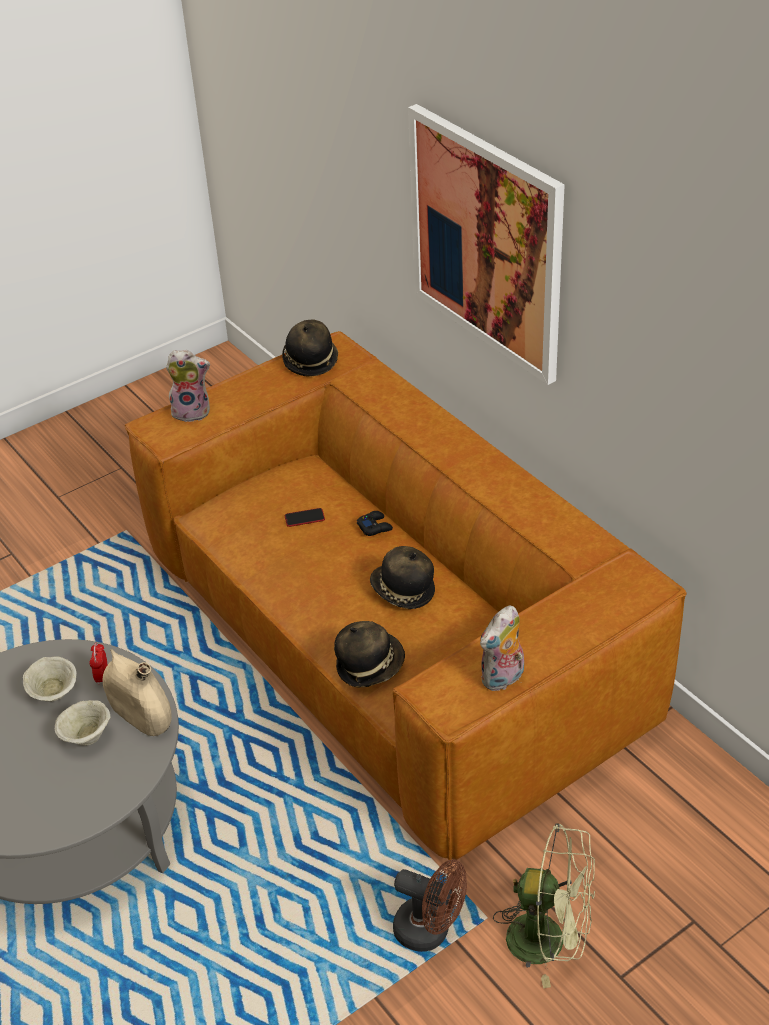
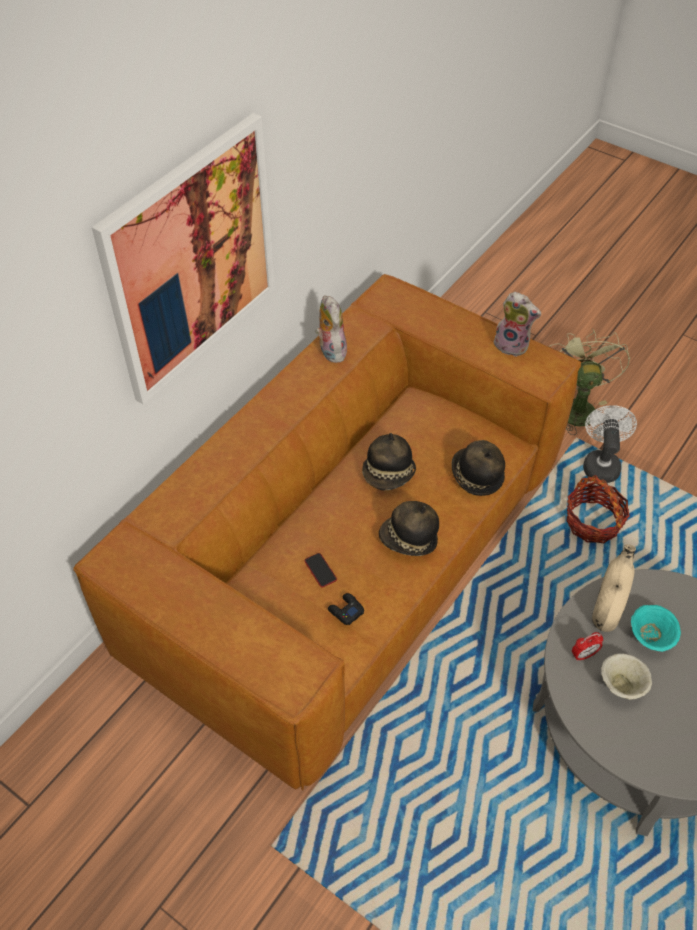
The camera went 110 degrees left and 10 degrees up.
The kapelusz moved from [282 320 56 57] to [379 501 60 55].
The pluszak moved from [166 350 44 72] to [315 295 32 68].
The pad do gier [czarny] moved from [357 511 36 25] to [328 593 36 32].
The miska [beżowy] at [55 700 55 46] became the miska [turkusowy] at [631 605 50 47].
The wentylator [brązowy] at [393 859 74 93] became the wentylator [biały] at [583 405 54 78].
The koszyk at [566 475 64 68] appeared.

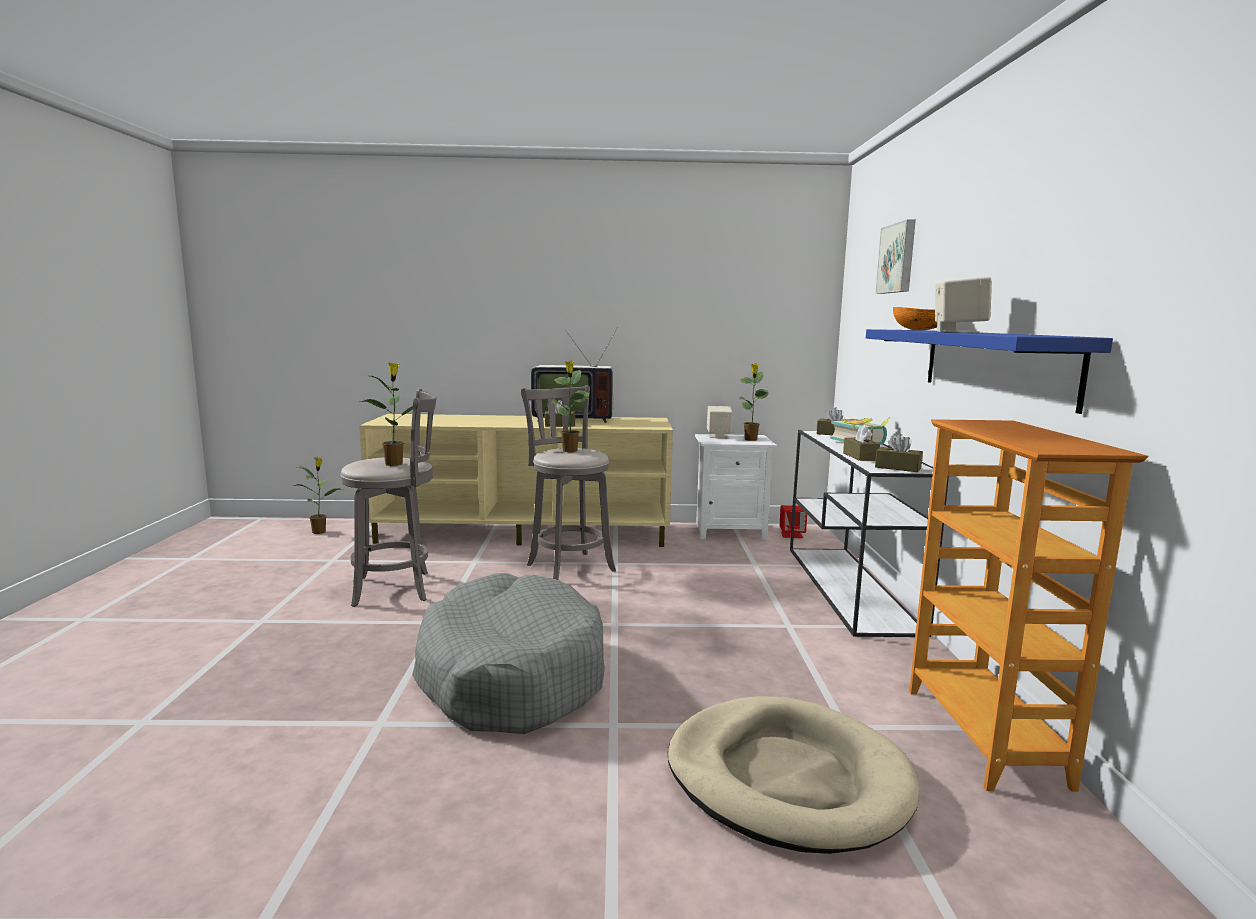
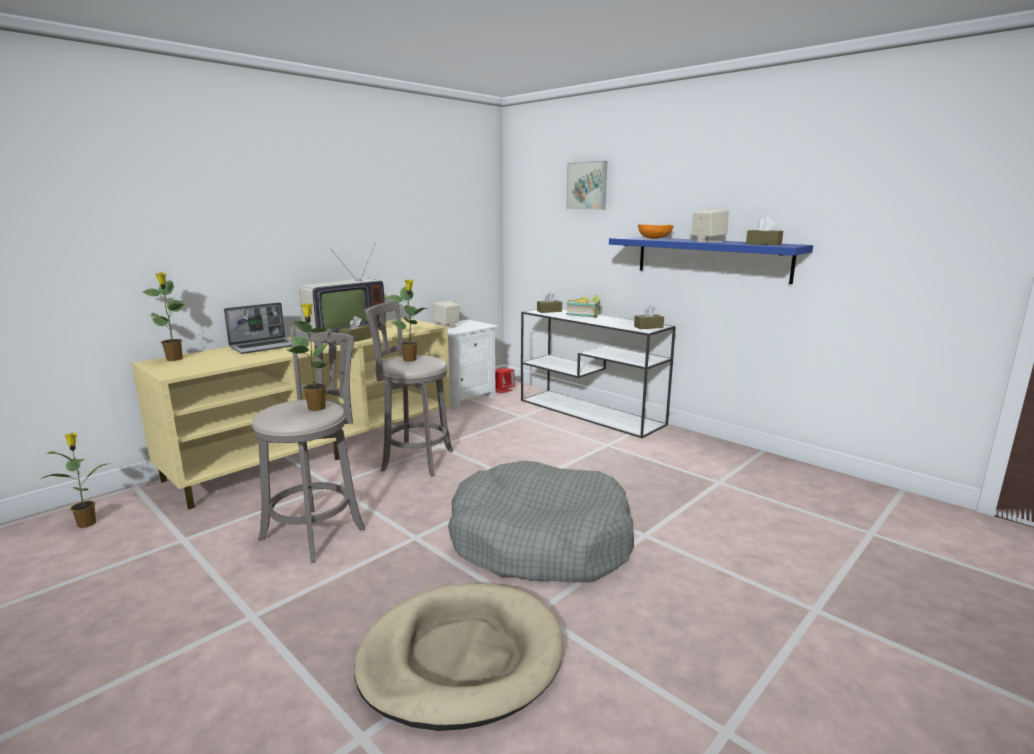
The camera went 45 degrees left and 5 degrees up.
The roślina doniczkowa moved from [739 364 30 77] to [143 272 42 89].
The regał at [909 419 239 373] disappeared.
The pudełko chusteczek [brązowy] moved from [843 425 37 36] to [746 217 37 28].
The legowisko [beżowy] moved from [668 696 251 158] to [354 584 209 147].
The laptop at [224 303 68 51] appeared.

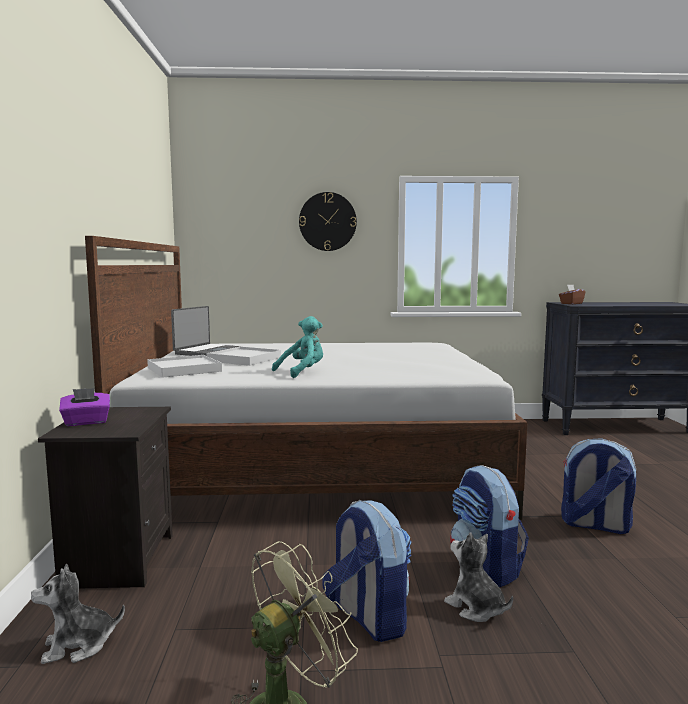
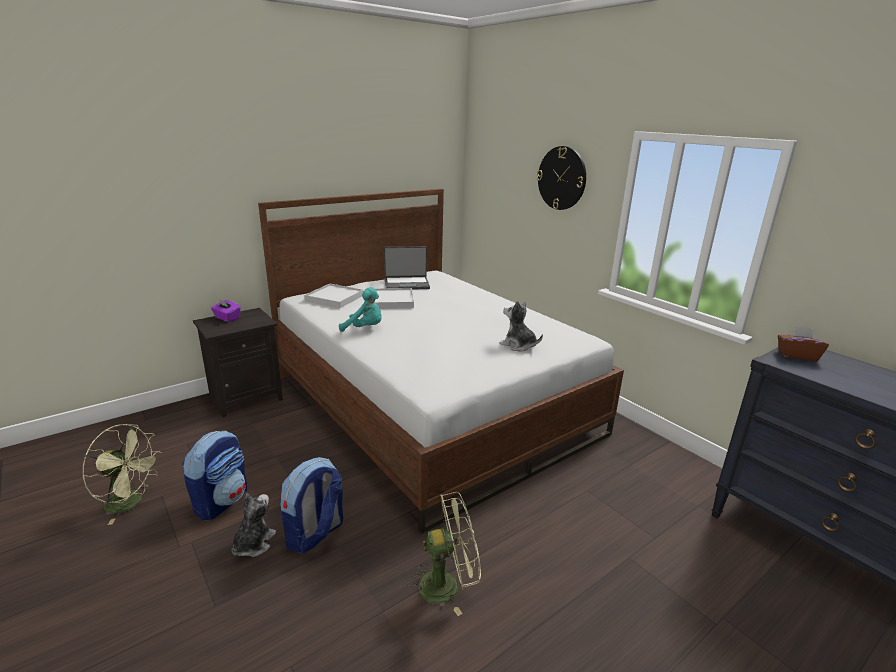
The camera went 55 degrees right and 15 degrees up.
The plecak at [561 438 76 96] was replaced by the wentylator [zielony] at [406 492 75 124].
The pluszak moved from [31 563 94 101] to [499 301 44 50].

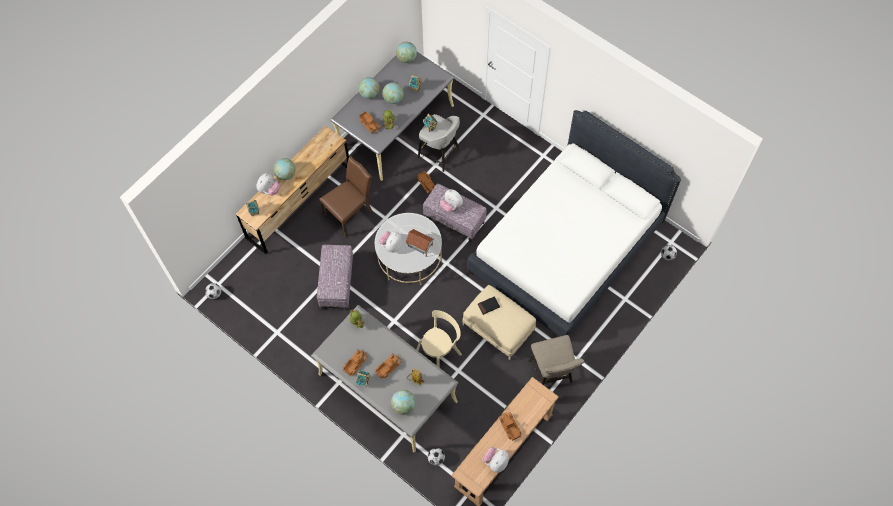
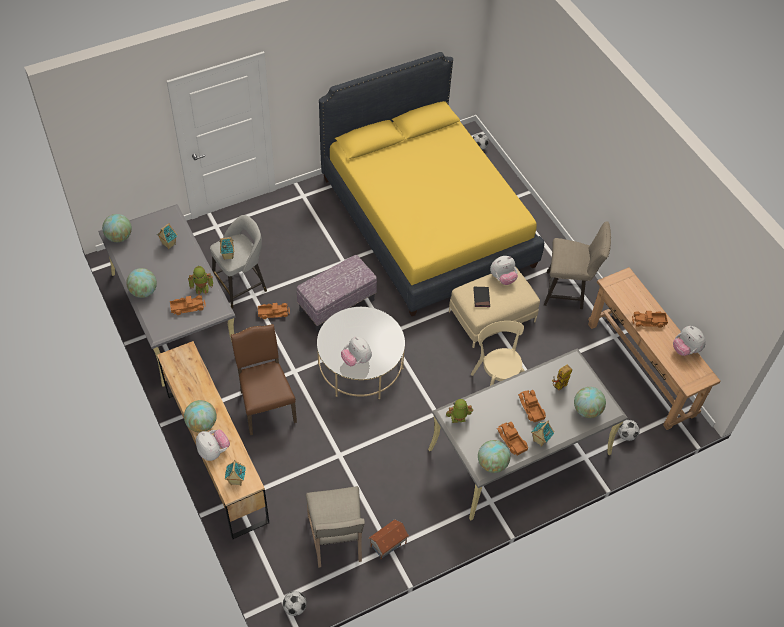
The camera went 70 degrees left and 10 degrees down.
The globus moved from [382 82 22 22] to [478 440 33 33].
The łóżko [biały] at [467 110 214 227] became the łóżko [żółty] at [319 52 225 264].
The pluszak moved from [440 189 23 23] to [490 256 28 29].
The domek moved from [405 229 29 28] to [369 519 40 40].
The pufa at [317 245 36 66] disappeared.
The krzesło [beżowy] at [306 486 59 82] appeared.

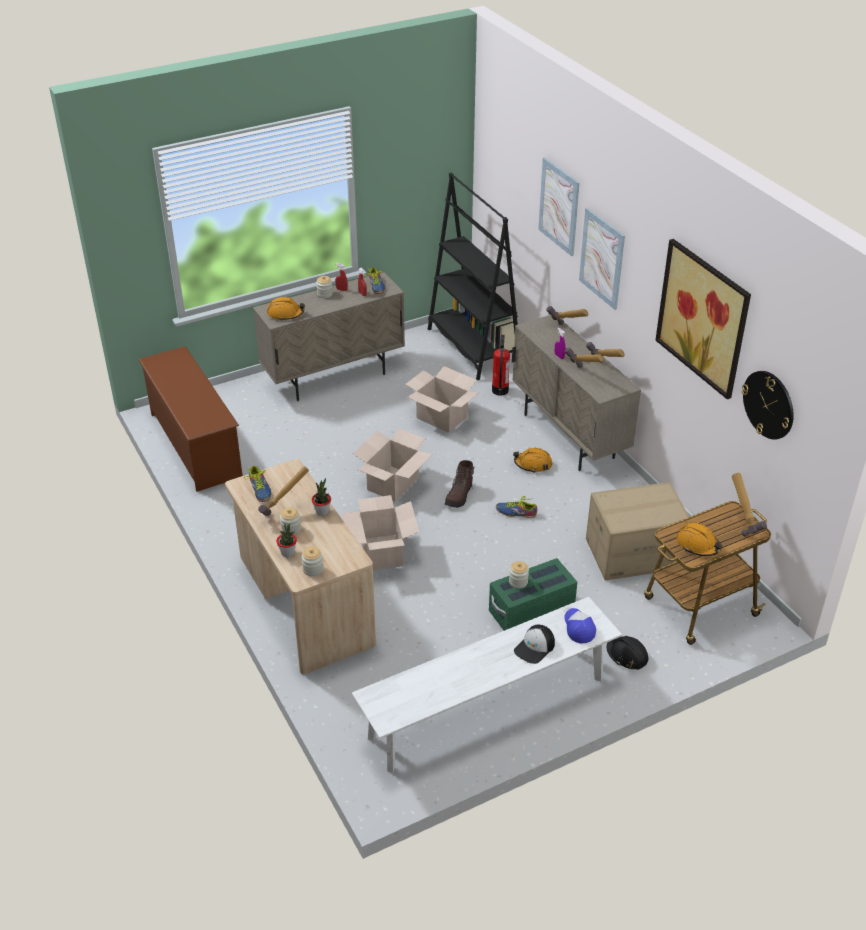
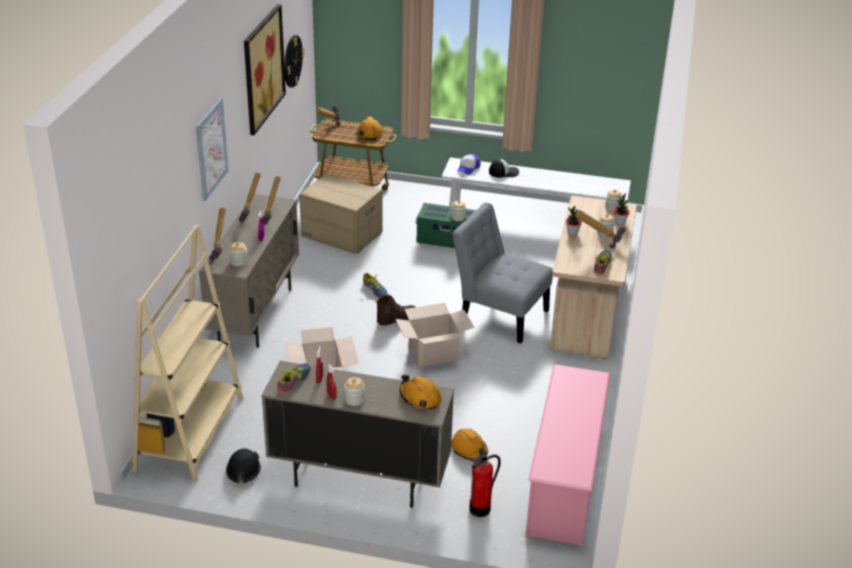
The camera went 140 degrees left and 5 degrees down.
The obraz at [538 158 42 98] disappeared.
The regał [czarny] at [428 172 90 208] became the regał [beżowy] at [132 225 111 257].
The gaśnica moved from [492 335 18 61] to [469 454 32 63].
The regał na buty [brązowy] at [138 346 105 146] became the regał na buty [różowy] at [525 364 85 182].
The kask [pomarańczowy] moved from [513 448 39 25] to [451 429 37 31].
The karton at [342 495 77 75] was replaced by the krzesło [szary] at [452 203 101 140].
The kask [czarny] moved from [607 636 41 34] to [226 448 35 35].
The słoik at [229 242 18 25] appeared.

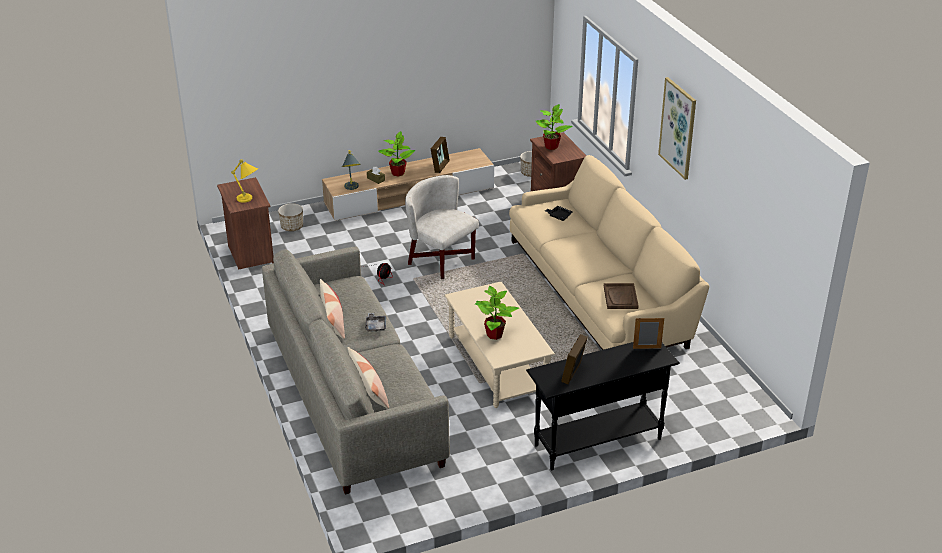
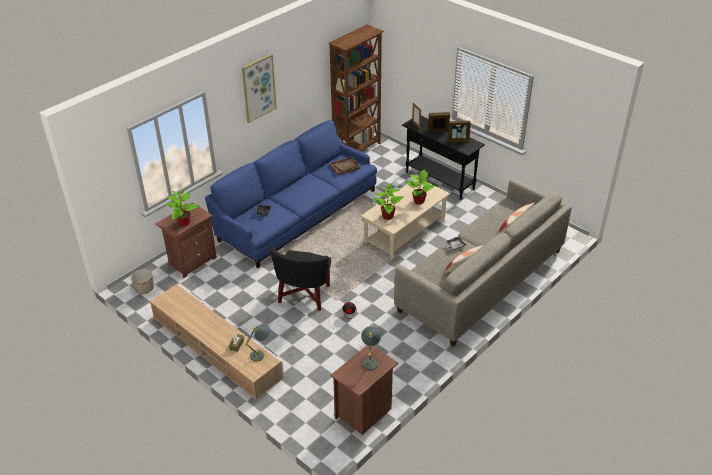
The camera went 115 degrees left and 5 degrees up.
The roślina doniczkowa moved from [378 131 37 46] to [373 183 31 37].
The ramka na zdjęcie moved from [431 137 19 36] to [427 112 23 20].
The kanapa [beżowy] at [509 155 200 195] became the kanapa [niebieski] at [205 120 172 148].
The lampa stołowa [żółty] at [231 159 27 44] became the lampa stołowa [szary] at [361 326 20 44].
The fotel [biały] at [405 175 74 104] became the fotel [czarny] at [270 246 61 65].
The donica at [278 203 25 28] disappeared.
The regał [brązowy] at [328 24 56 127] appeared.

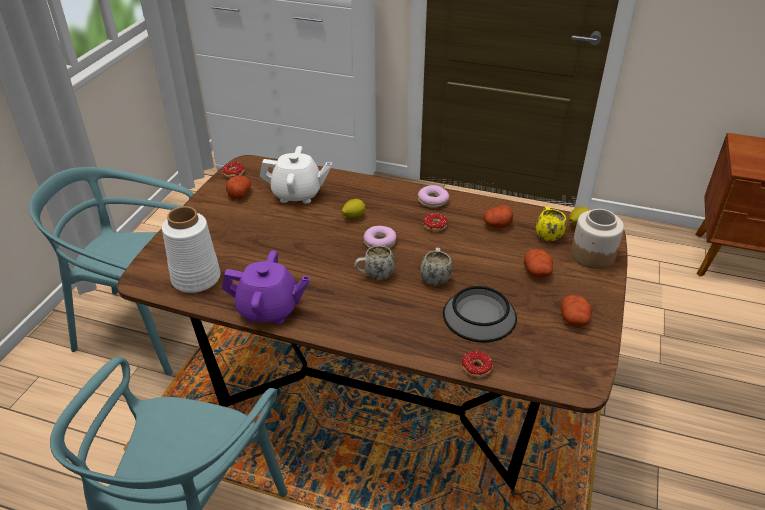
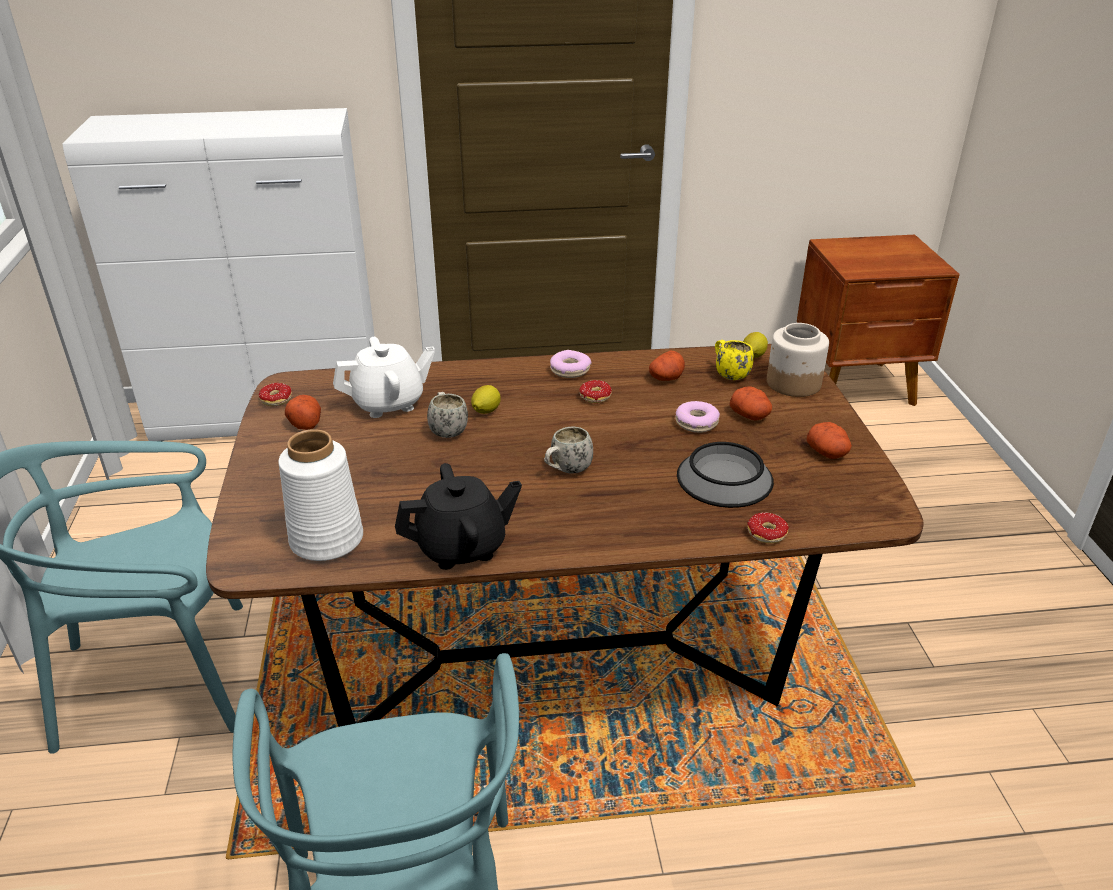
The camera went 25 degrees left and 5 degrees down.
The donut moved from [364 226 32 22] to [675 401 45 32].
The kubek [biały] moved from [420 248 32 38] to [427 392 41 46].
The imbryk [fioletowy] at [222 250 88 74] became the imbryk [czarny] at [395 463 127 107].

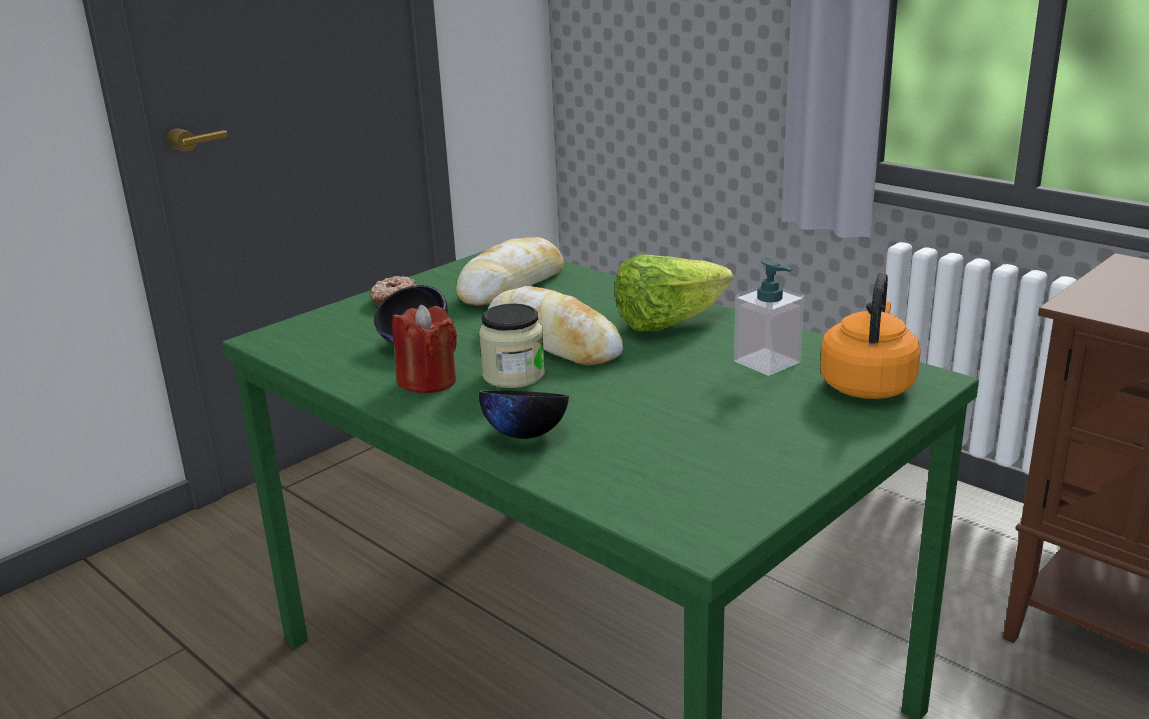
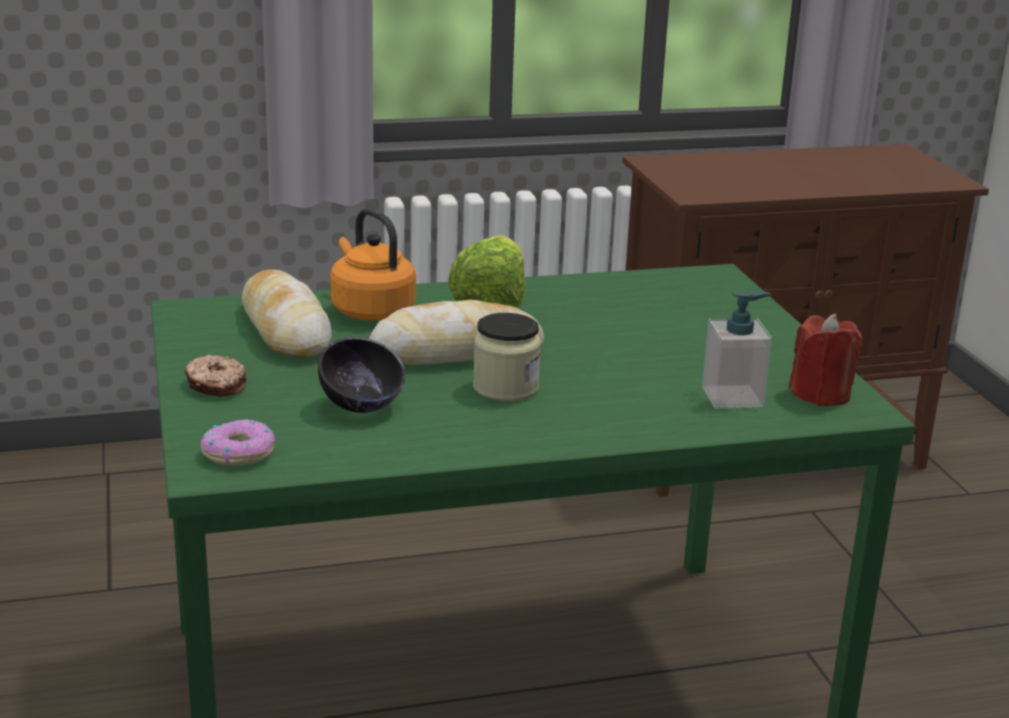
The camera went 60 degrees left and 0 degrees up.
The dozownik mydła moved from [734 259 71 117] to [702 292 70 116].
The czajnik [pomarańczowy] moved from [820 273 101 126] to [330 208 86 113].
The świeca [czerwony] moved from [392 305 65 88] to [789 314 74 92].
The miska [czarny] at [479 390 90 49] disappeared.
The donut at [201 419 74 47] appeared.

